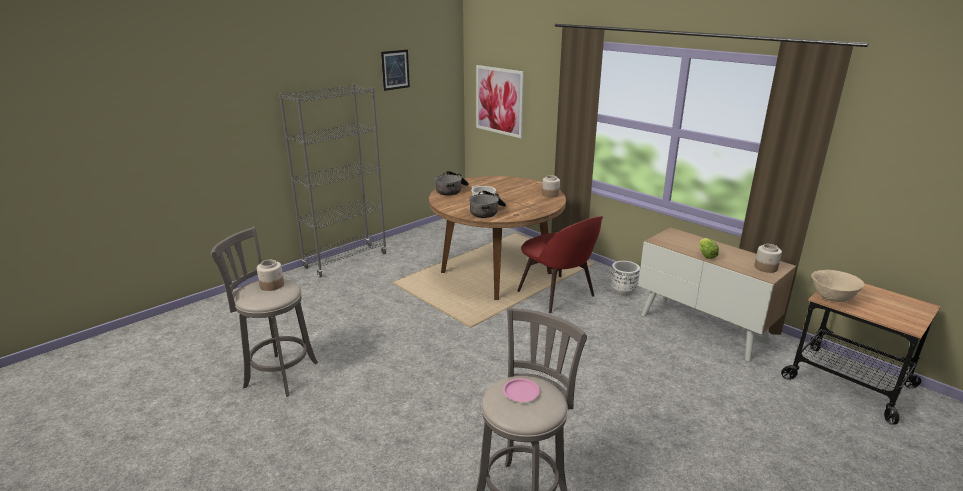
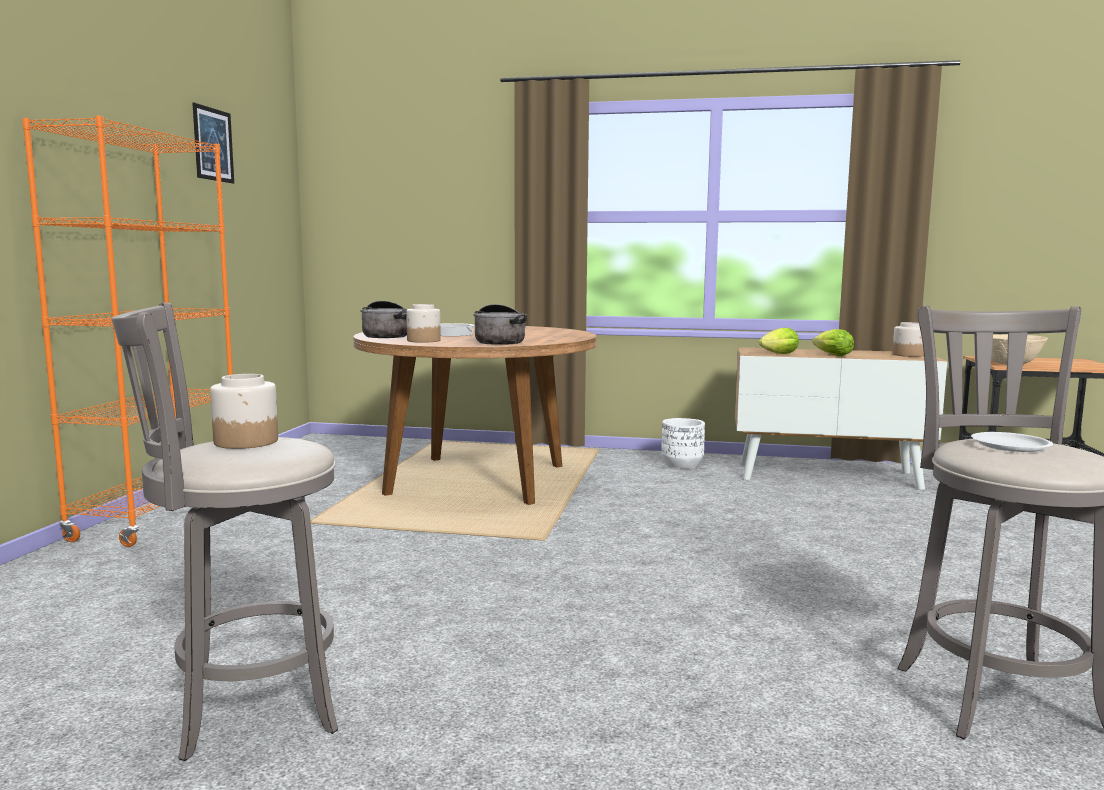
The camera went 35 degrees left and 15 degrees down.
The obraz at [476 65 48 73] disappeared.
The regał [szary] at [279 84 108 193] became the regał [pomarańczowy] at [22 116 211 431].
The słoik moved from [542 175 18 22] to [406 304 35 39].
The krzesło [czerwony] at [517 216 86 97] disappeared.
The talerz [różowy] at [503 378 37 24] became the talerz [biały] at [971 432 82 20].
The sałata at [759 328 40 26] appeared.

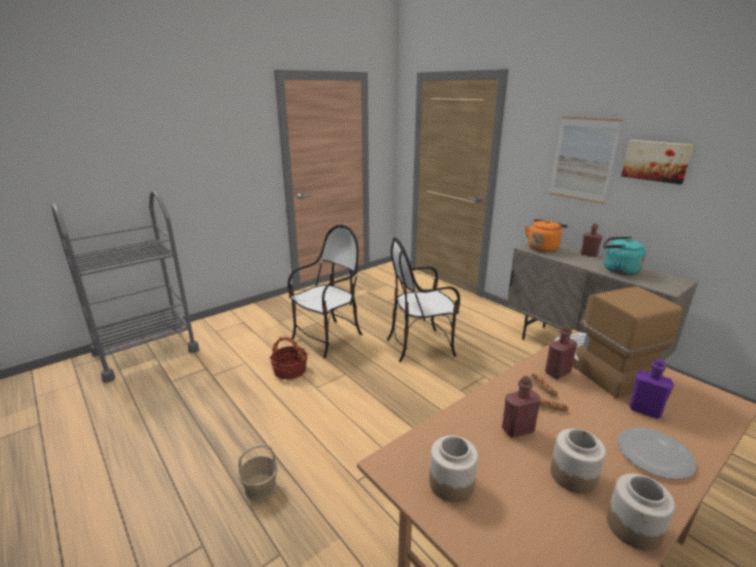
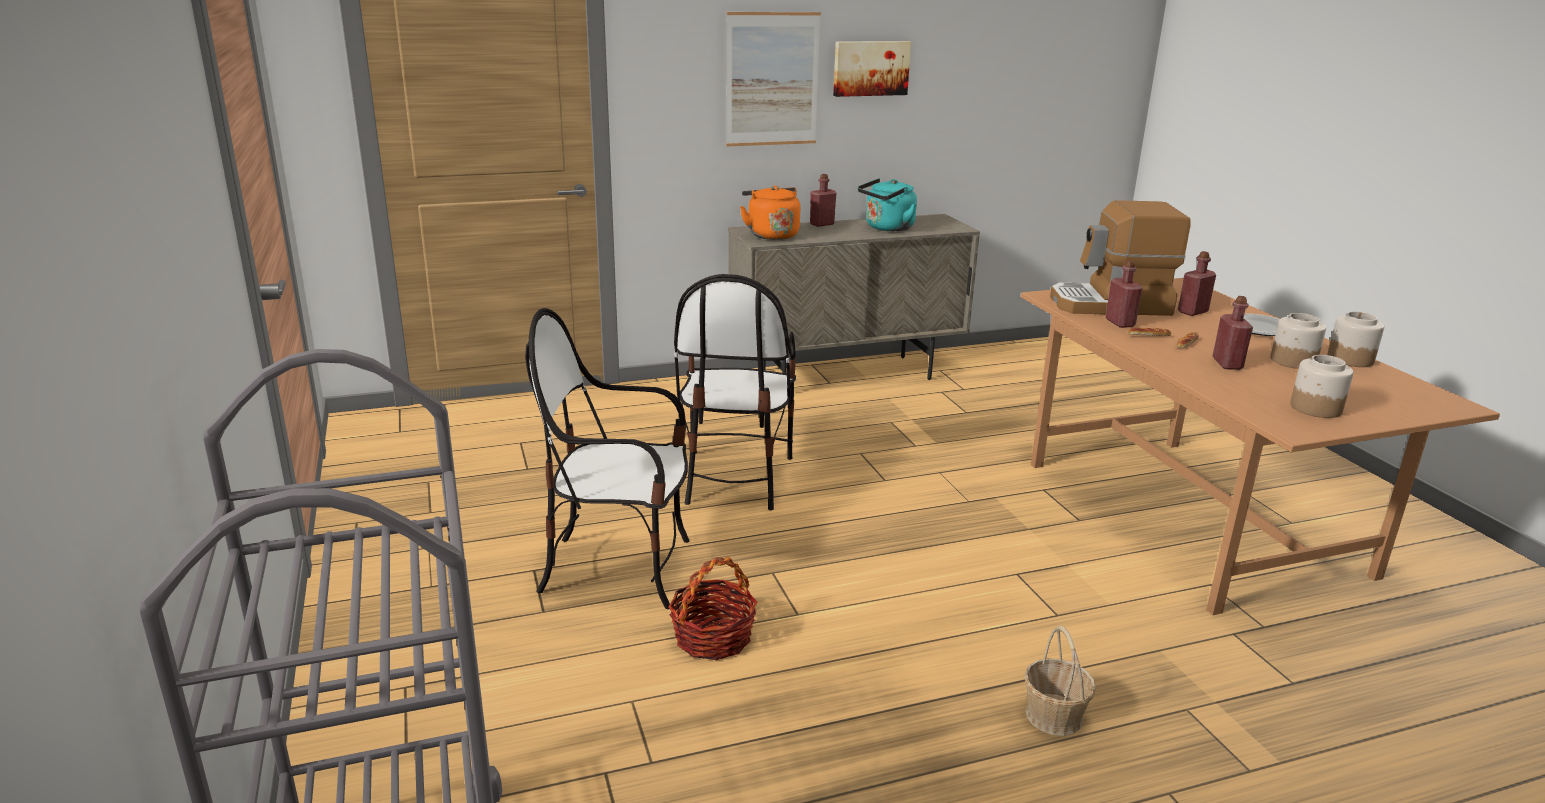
The camera went 70 degrees left and 0 degrees up.
The krzesło at [288 225 74 133] turned 60 degrees counterclockwise.
The butelka [fioletowy] at [629 359 45 60] became the butelka [czerwony] at [1178 251 38 65].

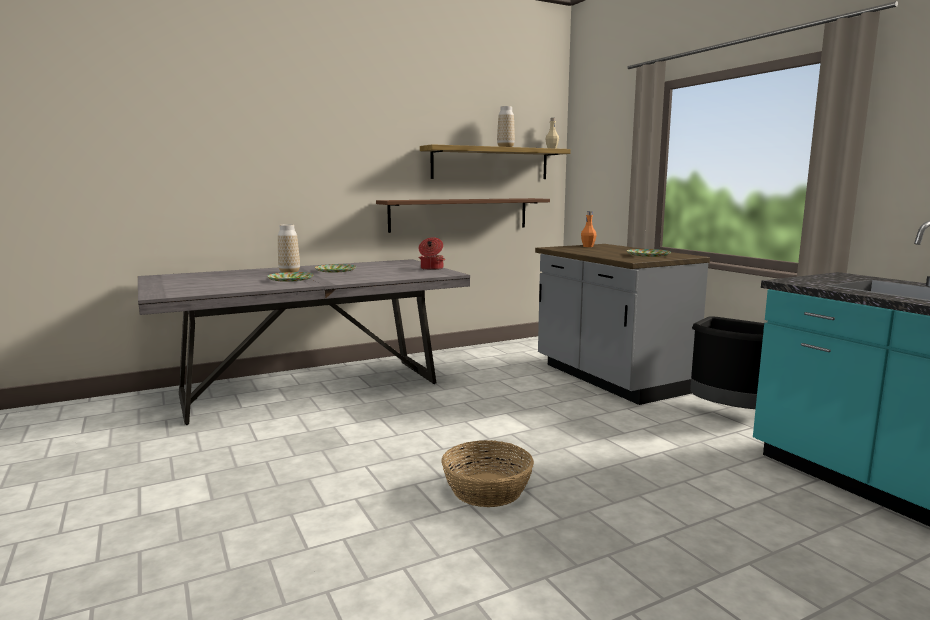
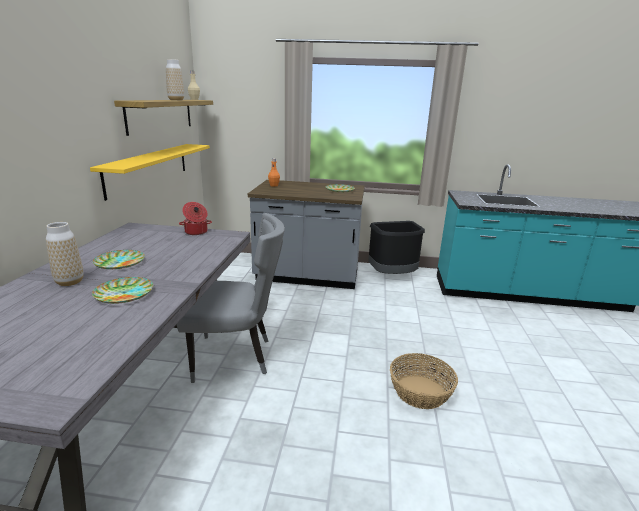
The camera went 55 degrees left and 10 degrees up.
The półka [brązowy] at [376 198 174 35] became the półka [żółty] at [90 144 120 57].
The krzesło [szary] at [177 213 108 170] appeared.

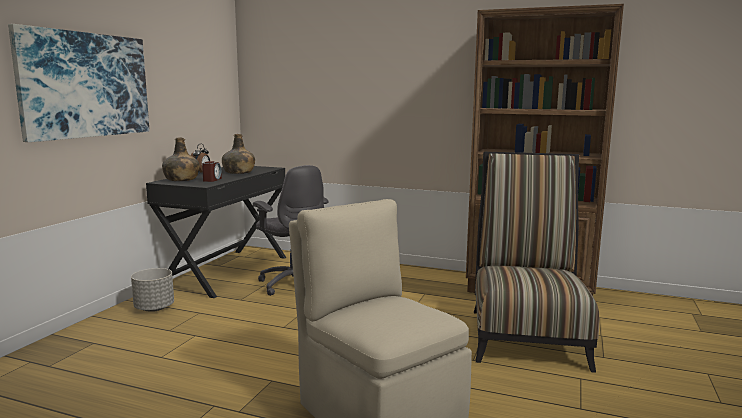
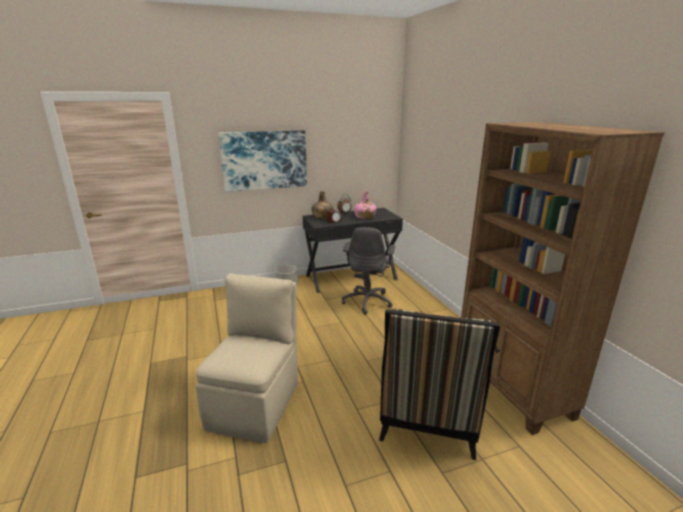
The camera went 50 degrees right and 10 degrees up.
The butelka [zielony] at [222 134 33 40] became the butelka [różowy] at [354 191 22 28].
The krzesło at [474 152 125 221] turned 135 degrees clockwise.

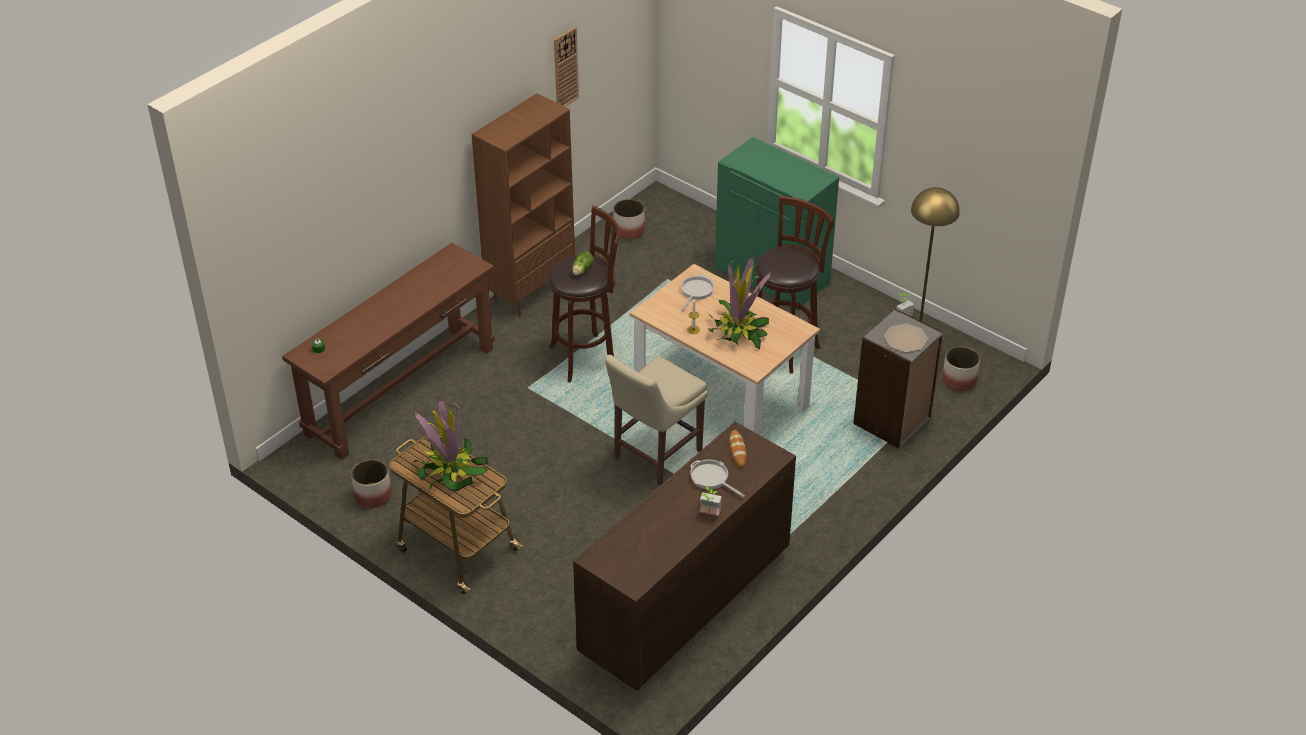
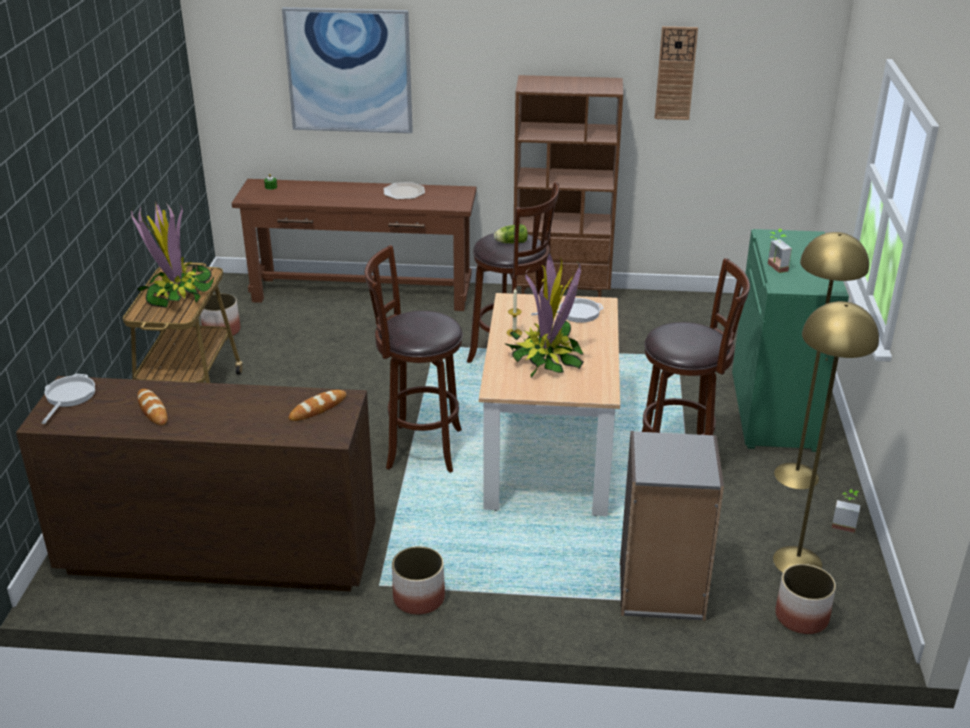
The camera went 55 degrees right and 10 degrees down.
The donica moved from [613 199 32 41] to [392 546 53 69].
The talerz moved from [884 323 44 29] to [383 182 42 18].
The krzesło [beżowy] at [605 355 103 130] was replaced by the stołek [brązowy] at [365 245 98 228].
The patelnia moved from [690 460 55 37] to [41 374 54 50].
The roślina doniczkowa moved from [700 487 22 32] to [768 229 24 44].
The obraz at [282 7 131 126] appeared.
The lampa stojąca [żółty] at [774 232 95 257] appeared.
The chleb at [137 389 31 36] appeared.

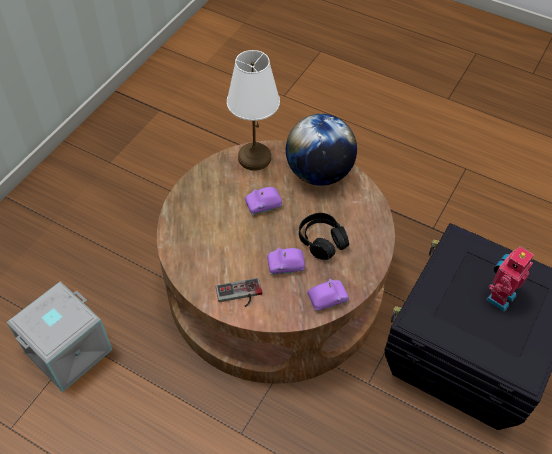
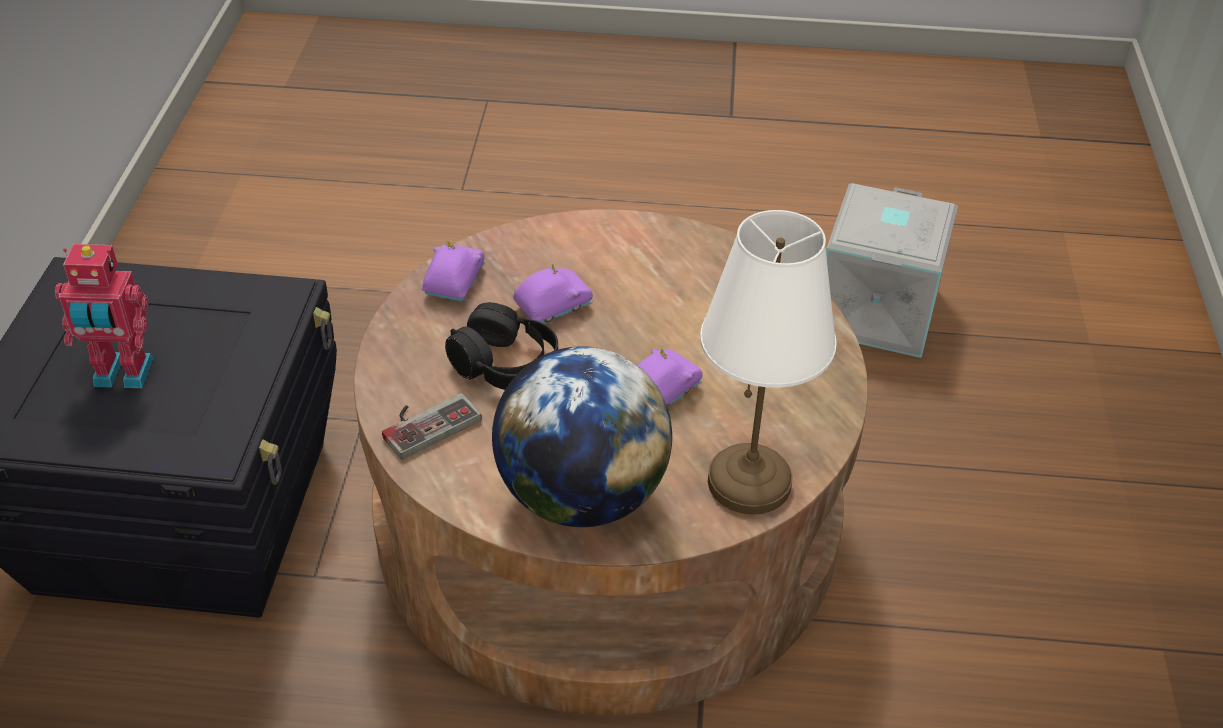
The camera went 155 degrees right and 10 degrees down.
The robot zabawkowy at [486 246 48 66] turned 75 degrees clockwise.
The pad do gier moved from [216 278 46 29] to [382 393 100 67].
The samochodzik [fioletowy] at [307 279 42 32] turned 150 degrees clockwise.

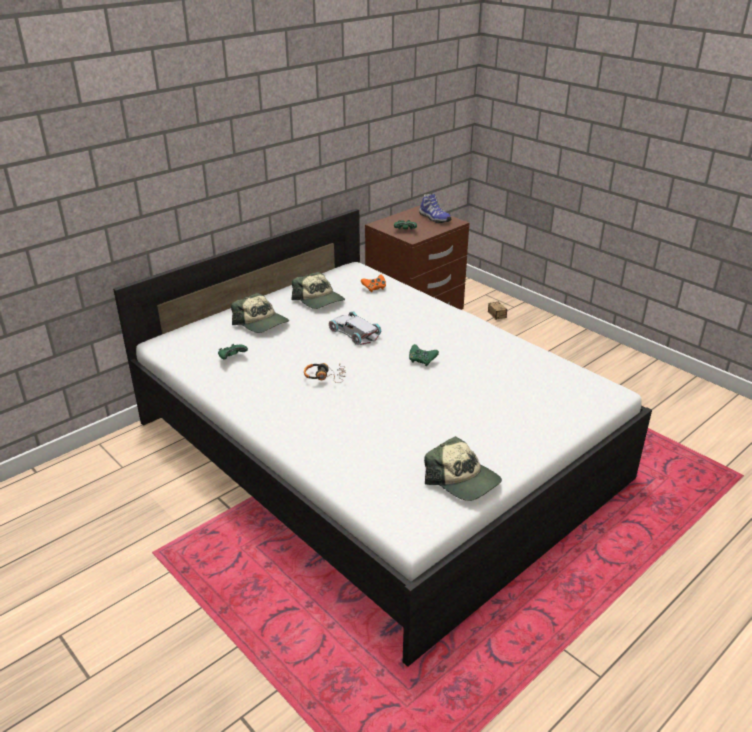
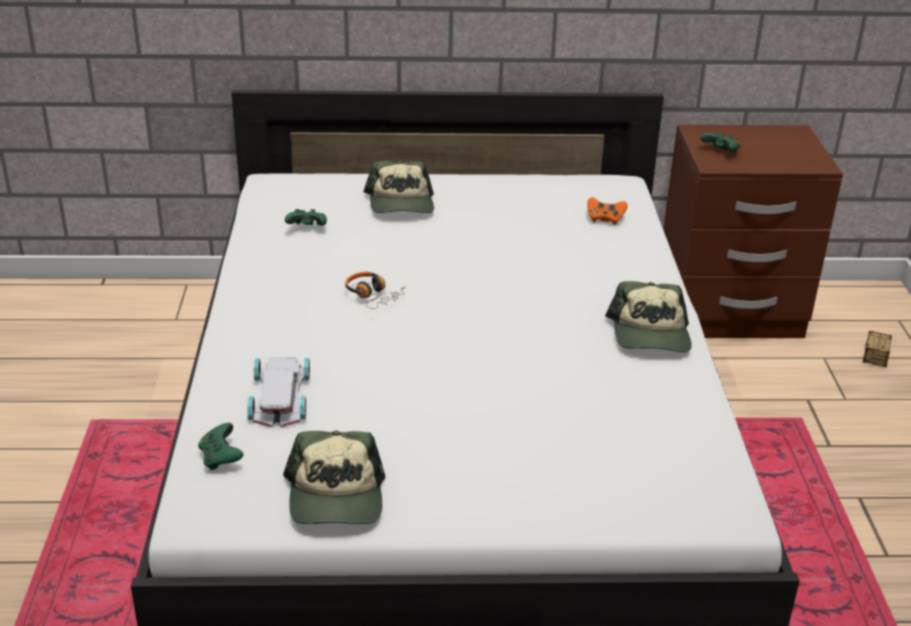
The camera went 40 degrees right and 0 degrees up.
The but at [419 194 32 29] disappeared.
The czapka z daszkiem moved from [291 272 54 37] to [605 281 87 71].
The samochodzik [biały] moved from [329 312 53 33] to [247 357 63 70].
The pad do gier [zielony] moved from [409 344 30 22] to [198 423 46 47].

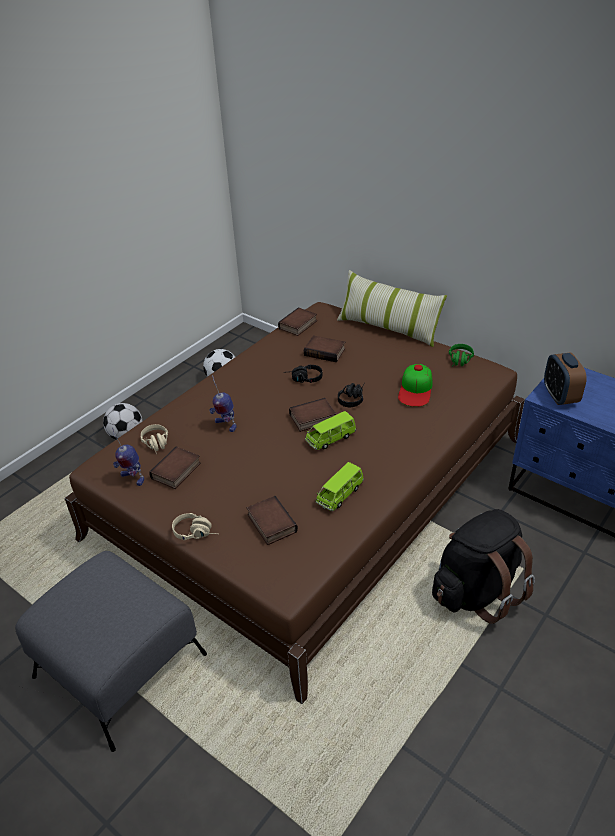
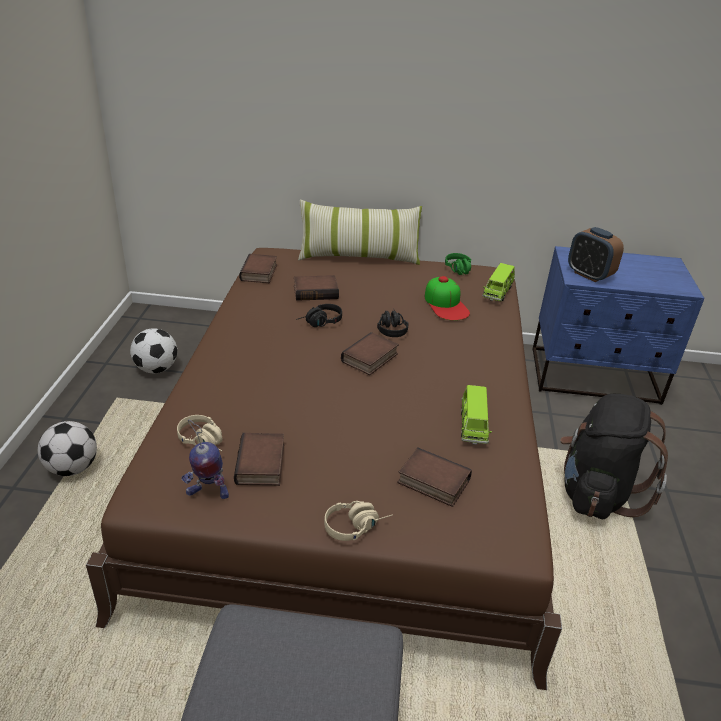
The camera went 35 degrees left and 5 degrees down.
The robot zabawkowy at [209 375 28 57] disappeared.
The samochodzik [zielony] moved from [305 411 51 39] to [482 263 33 38].

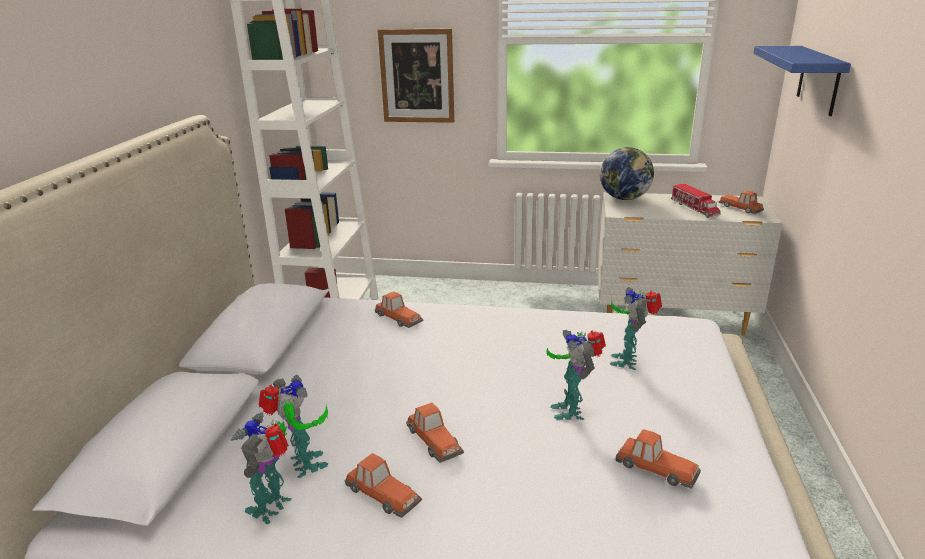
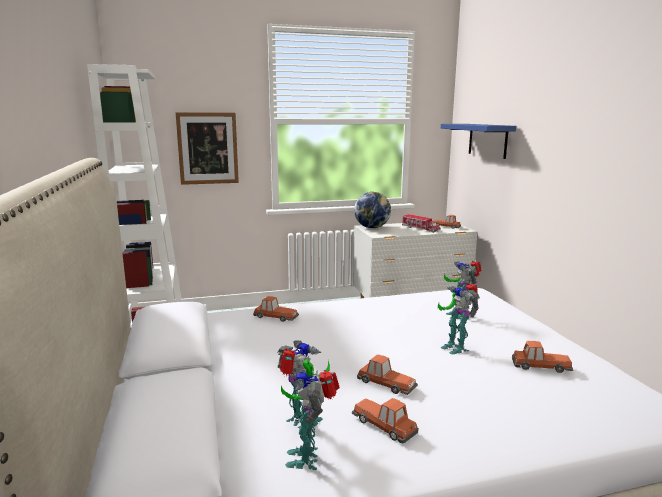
The camera went 25 degrees left and 10 degrees down.
The samochodzik at [345 453 77 65] turned 150 degrees counterclockwise.

